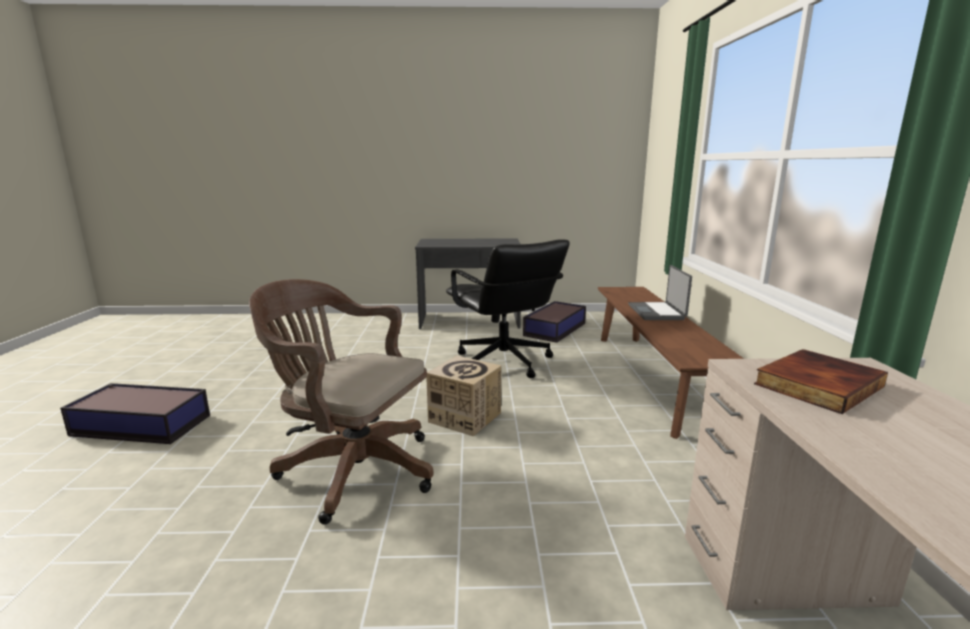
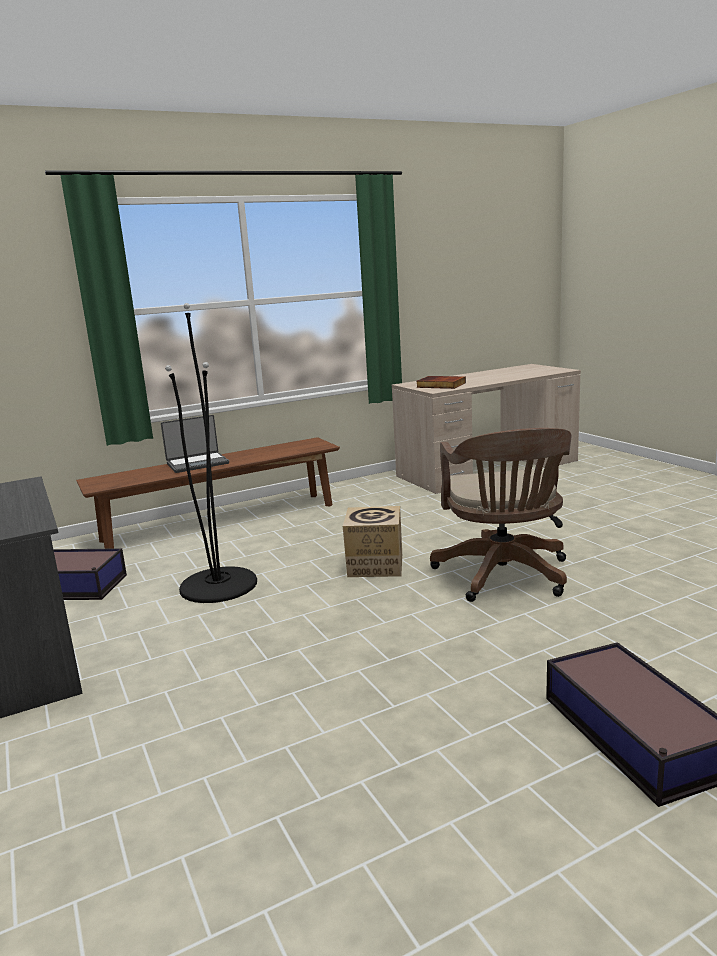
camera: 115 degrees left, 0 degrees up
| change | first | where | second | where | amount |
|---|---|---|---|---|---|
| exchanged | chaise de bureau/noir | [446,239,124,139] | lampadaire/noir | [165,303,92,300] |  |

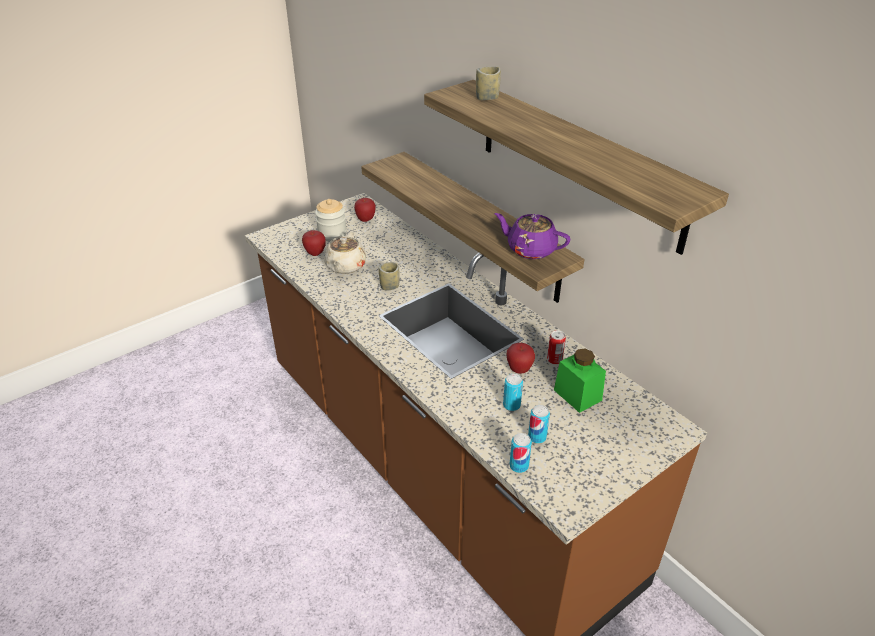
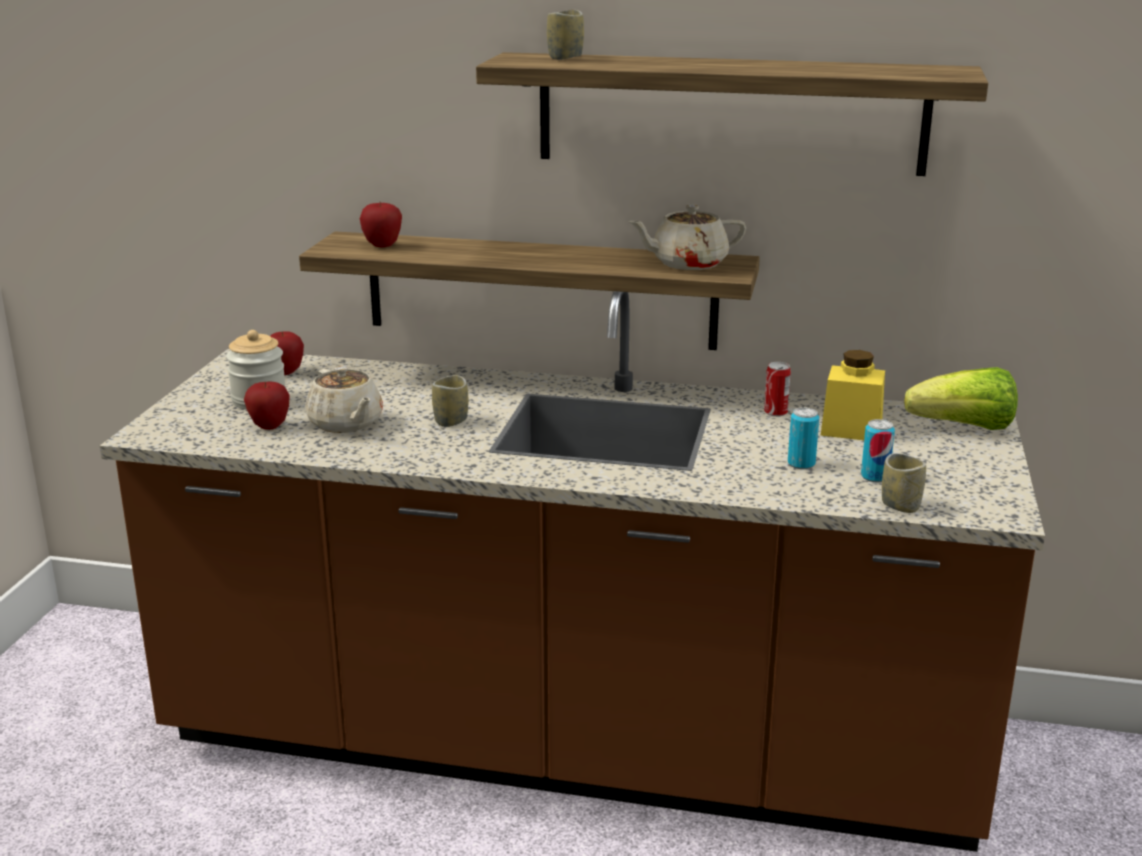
camera: 40 degrees left, 15 degrees down
| change | first | where | second | where | amount |
|---|---|---|---|---|---|
| colour | théière/violet | [494,213,76,46] | théière/beige | [628,204,118,66] |  |
| relocated | pomme | [507,343,28,31] |  | [360,203,42,44] |  |
| exchanged | boîte métallique | [510,433,22,40] | tasse | [882,453,44,60] |  |
| colour | bocal/vert | [554,349,52,64] | bocal/jaune | [821,350,64,90] |  |
| appeared |  |  | laitue | [904,367,114,63] |  |

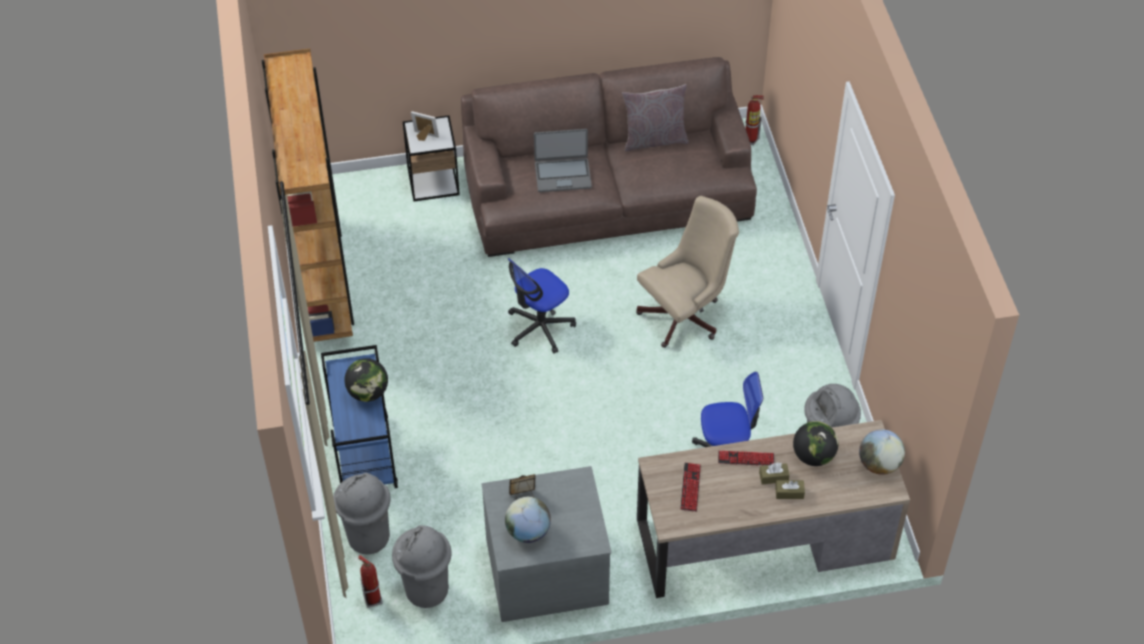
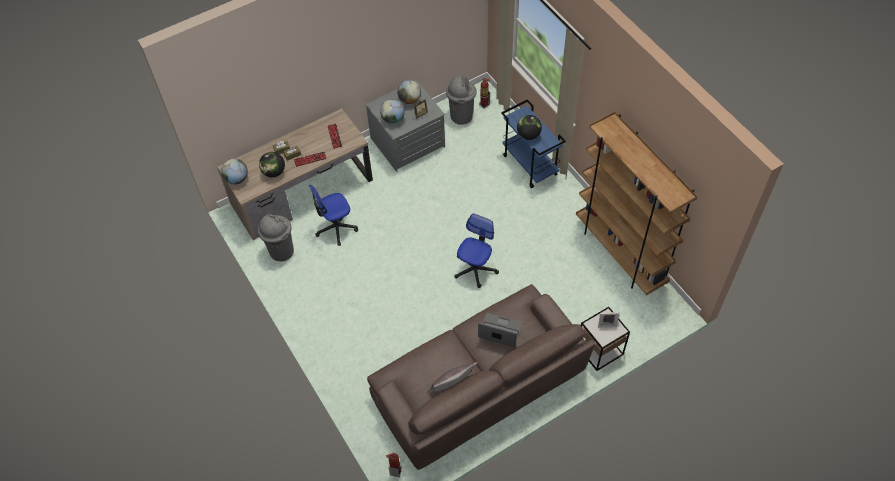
camera: 160 degrees right, 5 degrees up
| change | first | where | second | where | amount |
|---|---|---|---|---|---|
| missing | poubelle/gris | [333,473,57,81] |  |  |  |
| spun | ordinateur portable | [534,129,58,63] |  | [478,313,45,34] | 45 degrees clockwise |
| missing | chaise de bureau/beige | [636,196,103,152] |  |  |  |
| appeared |  |  | globe | [380,99,25,25] |  |

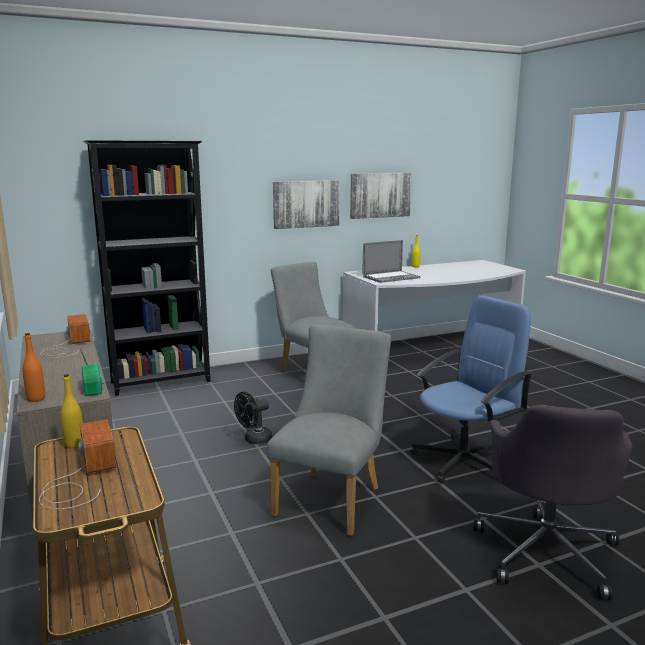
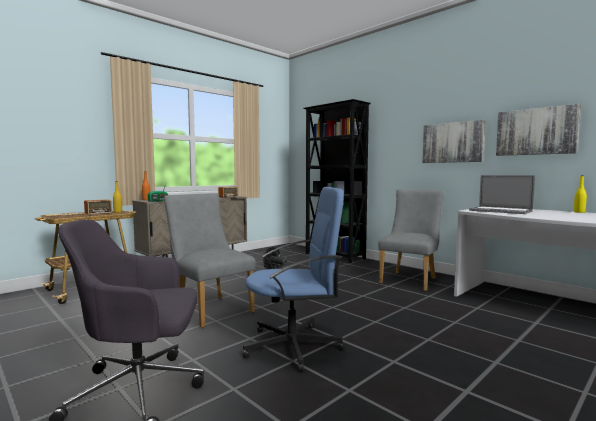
camera: 70 degrees right, 10 degrees down
| change | first | where | second | where | amount |
|---|---|---|---|---|---|
| spun | chaise/gris | [267,325,124,211] |  | [164,193,92,135] | 135 degrees counterclockwise |
| spun | chaise de bureau/bleu | [410,295,123,188] |  | [243,187,101,185] | 45 degrees counterclockwise |

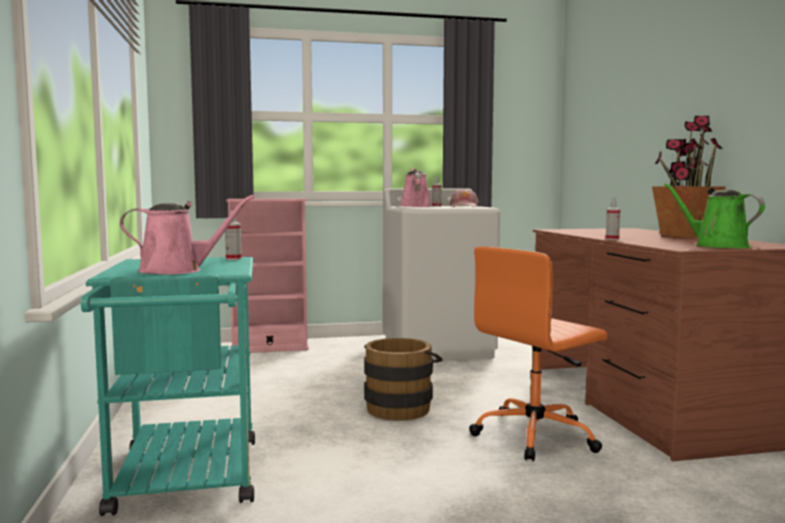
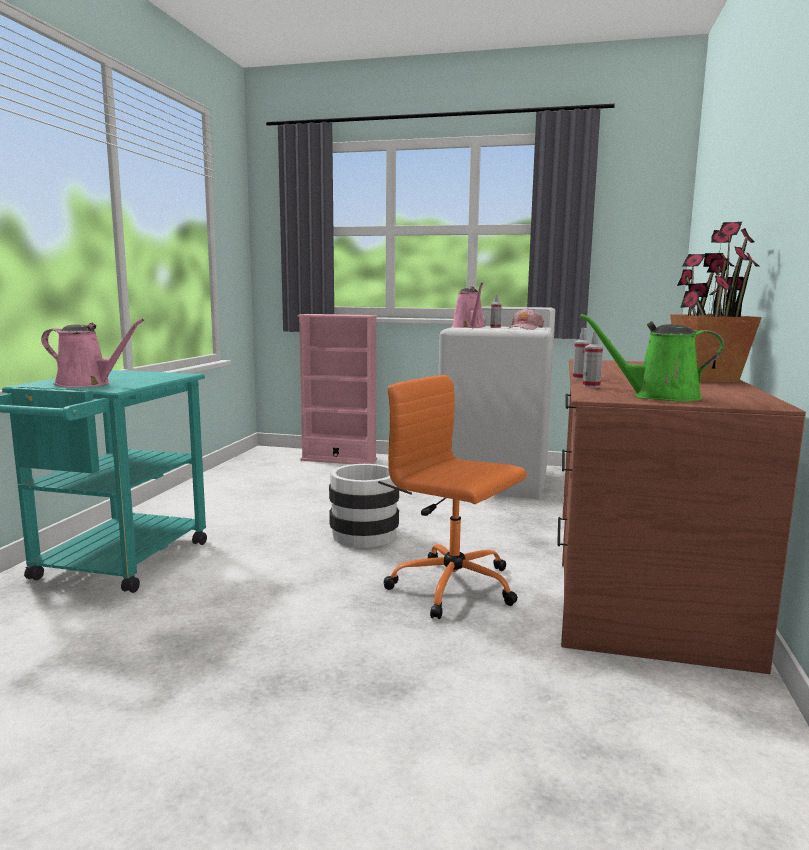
camera: 25 degrees right, 5 degrees up
| change | first | where | second | where | amount |
|---|---|---|---|---|---|
| relocated | vaporisateur | [225,210,17,50] |  | [583,331,20,57] |  |
| colour | seau/marron | [364,338,79,83] | seau/blanc | [329,464,83,84] |  |
| spun | arrosoir/rose | [400,167,31,40] |  | [452,283,33,45] | 150 degrees clockwise |
| spun | chaise de bureau/orange | [469,247,138,214] |  | [384,375,143,244] | 45 degrees clockwise |
| spun | arrosoir/vert | [664,183,101,65] |  | [580,314,144,87] | 75 degrees counterclockwise |

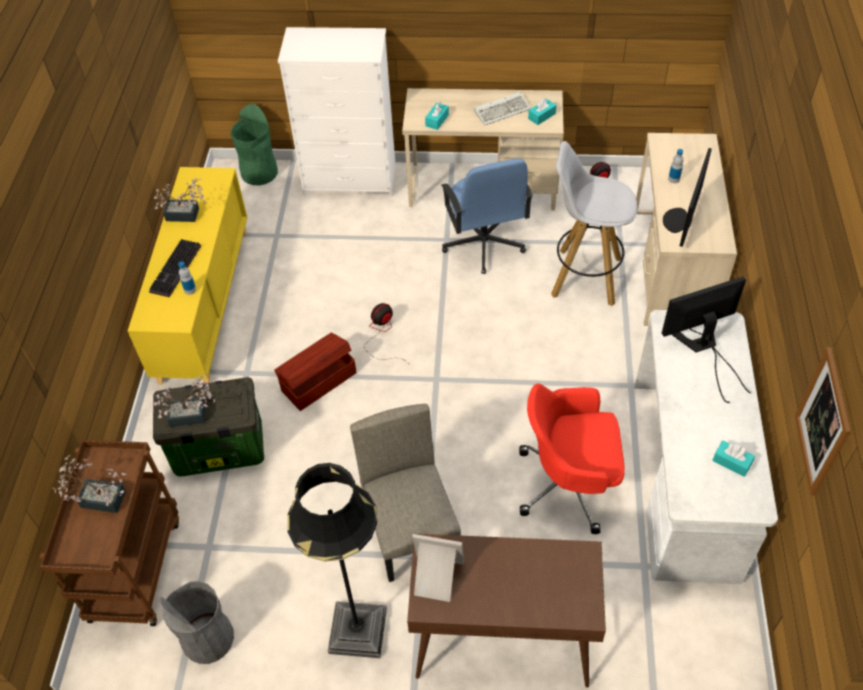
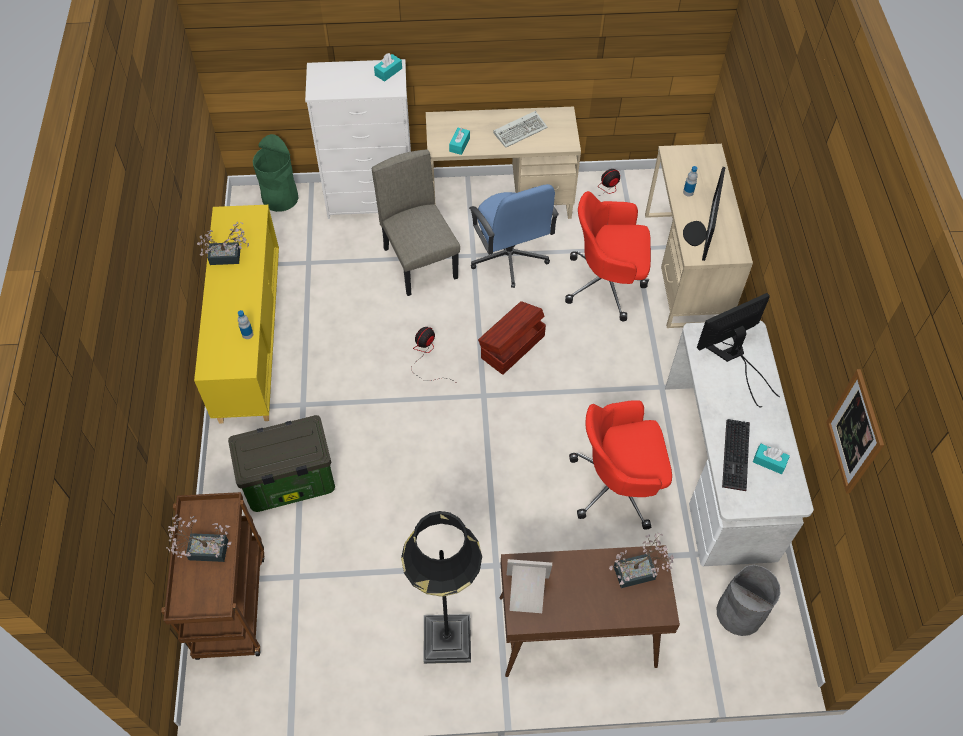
camera: 10 degrees left, 5 degrees up
| change | first | where | second | where | amount |
|---|---|---|---|---|---|
| relocated | clavier | [149,239,52,58] |  | [722,419,28,72] |  |
| relocated | plante en pot | [154,375,61,52] |  | [609,533,65,55] |  |
| relocated | poubelle/gris | [160,581,74,83] |  | [717,565,64,71] |  |
| relocated | boîte de rangement/marron | [274,333,82,78] |  | [478,301,68,74] |  |
| relocated | chaise/beige | [350,404,111,178] |  | [372,149,88,147] |  |
| relocated | boîte à mouchoirs/turquoise | [528,98,28,27] |  | [374,53,28,29] |  |
| exchanged | tabouret/blanc | [551,141,86,165] | chaise de bureau/rouge | [565,191,86,130] |  |

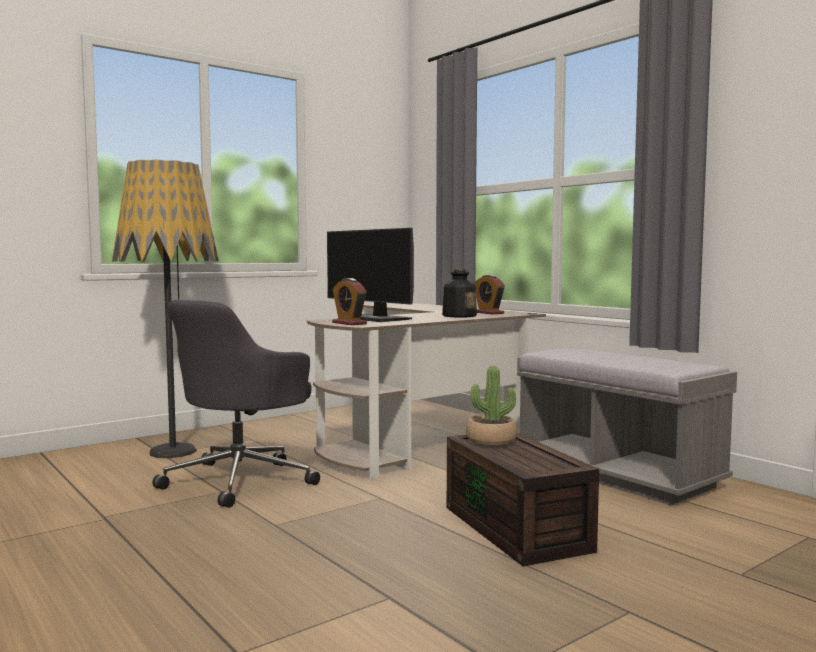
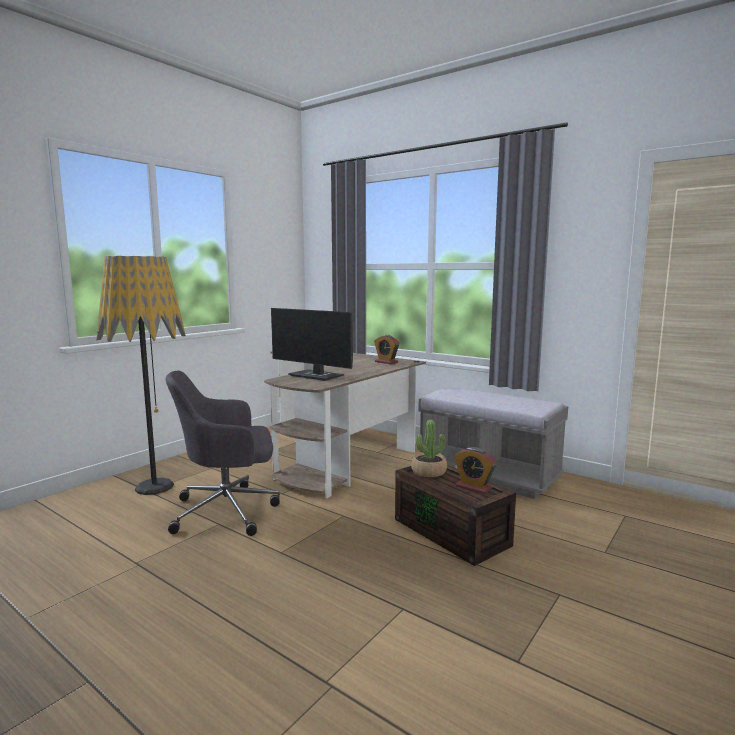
camera: 15 degrees left, 5 degrees up
| change | first | where | second | where | amount |
|---|---|---|---|---|---|
| spun | chaise de bureau/gris | [152,300,168,208] |  | [166,370,114,166] | 60 degrees clockwise |
| relocated | réveil | [332,278,35,47] |  | [454,447,43,47] |  |
| missing | bouteille | [442,269,35,48] |  |  |  |

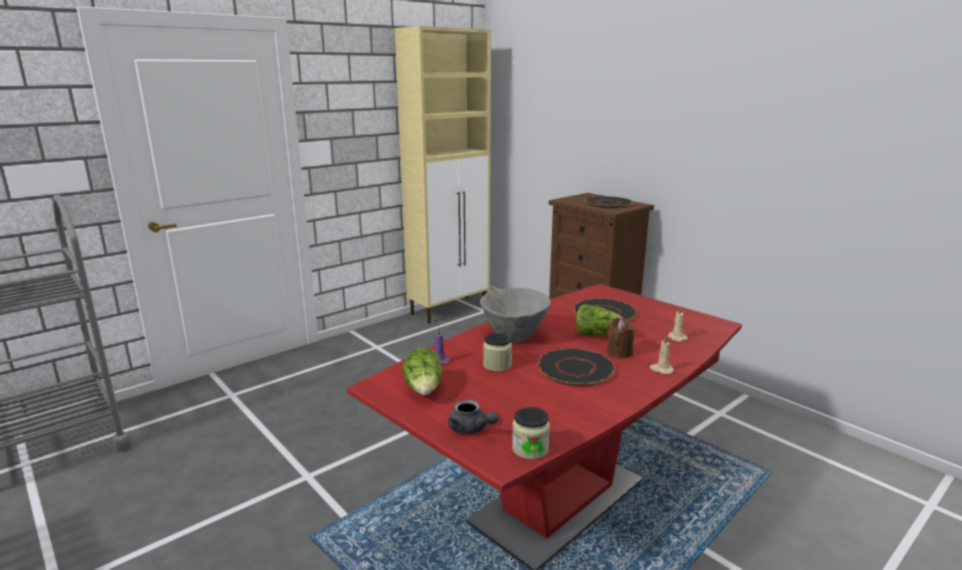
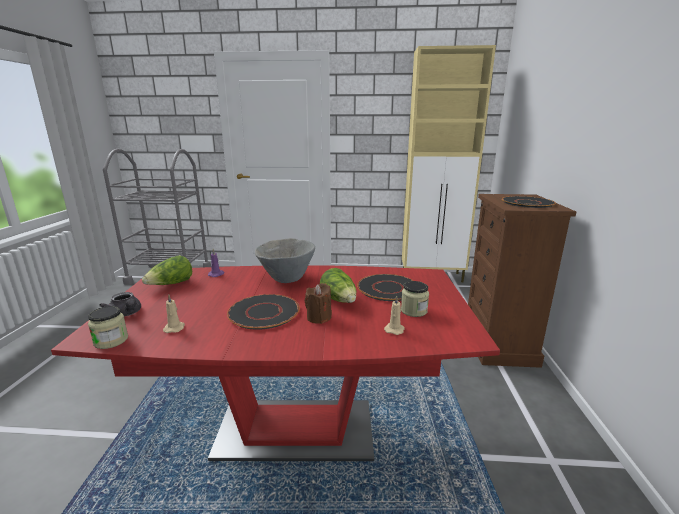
camera: 45 degrees right, 0 degrees up
| change | first | where | second | where | amount |
|---|---|---|---|---|---|
| spun | théière/gris | [448,400,50,34] |  | [99,292,42,24] | 45 degrees counterclockwise |
| relocated | bocal | [483,333,29,39] |  | [401,281,28,36] |  |
| relocated | bougie/beige | [650,335,24,39] |  | [163,295,22,38] |  |

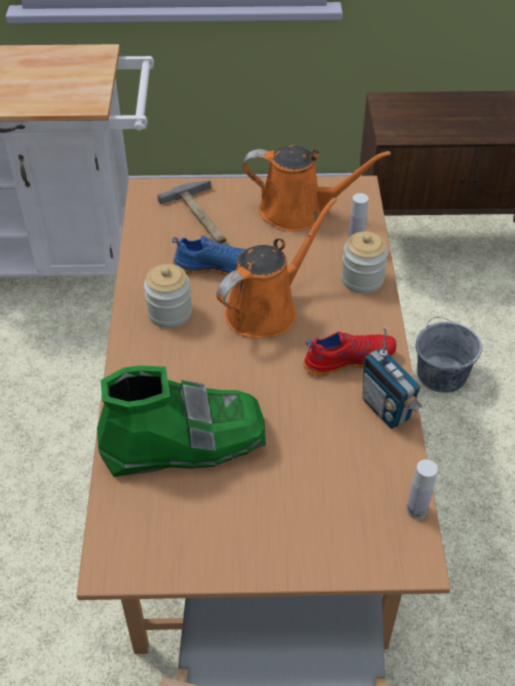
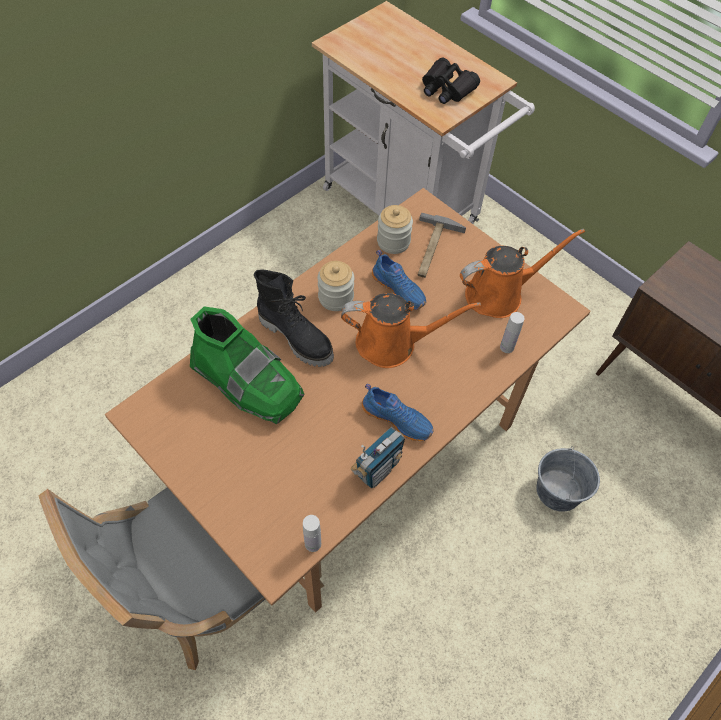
camera: 45 degrees right, 10 degrees up
| change | first | where | second | where | amount |
|---|---|---|---|---|---|
| spun | arrosoir/orange | [242,145,149,86] |  | [460,229,125,89] | 75 degrees counterclockwise |
| colour | chaussure/rouge | [303,332,94,45] | chaussure/bleu | [362,384,71,57] |  |
| relocated | bocal | [341,231,47,63] |  | [377,205,36,49] |  |
| spun | radio | [362,327,60,102] |  | [350,427,55,61] | 150 degrees counterclockwise |
| appeared |  |  | botte/noir | [254,270,80,97] |  |
| appeared |  |  | jumelles/noir | [422,58,58,46] |  |

